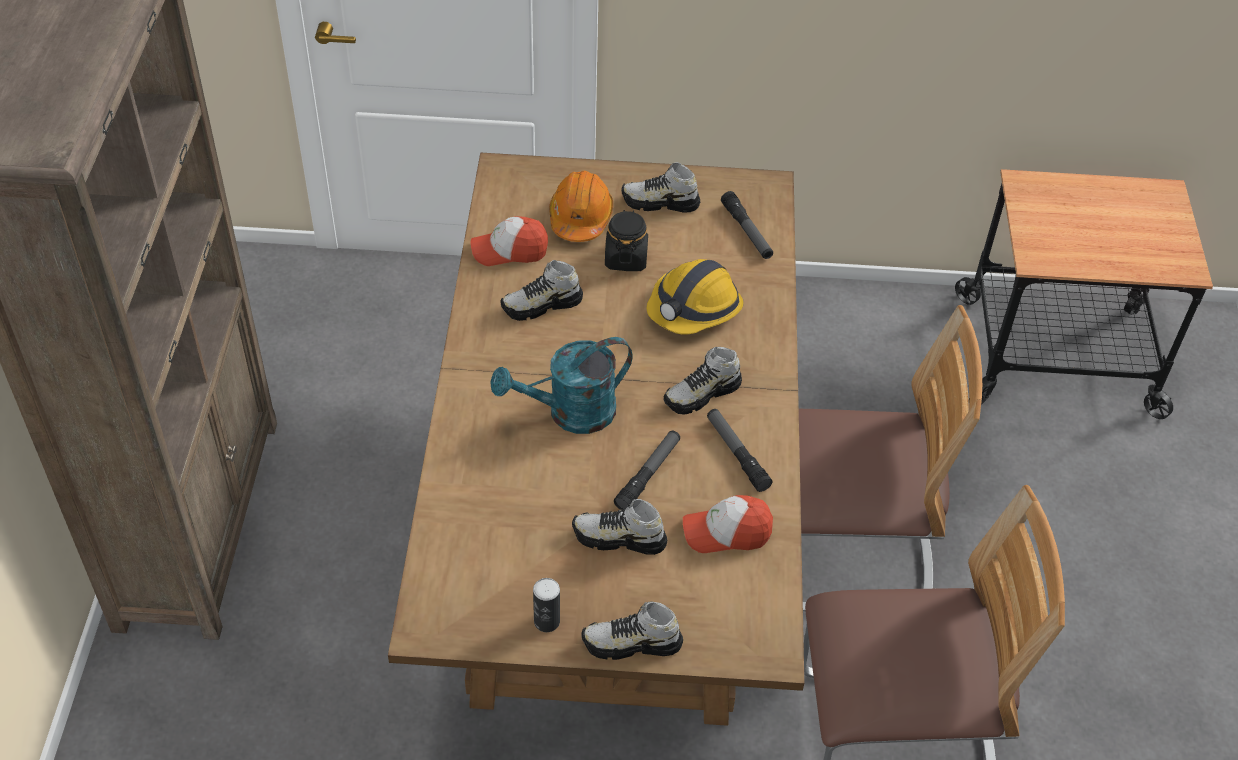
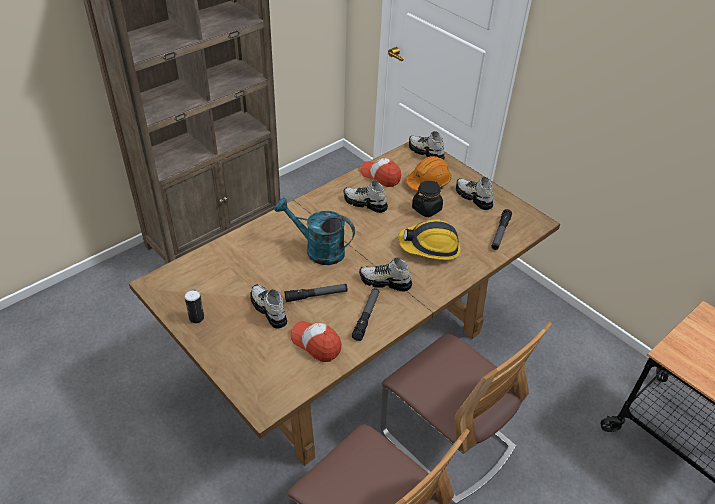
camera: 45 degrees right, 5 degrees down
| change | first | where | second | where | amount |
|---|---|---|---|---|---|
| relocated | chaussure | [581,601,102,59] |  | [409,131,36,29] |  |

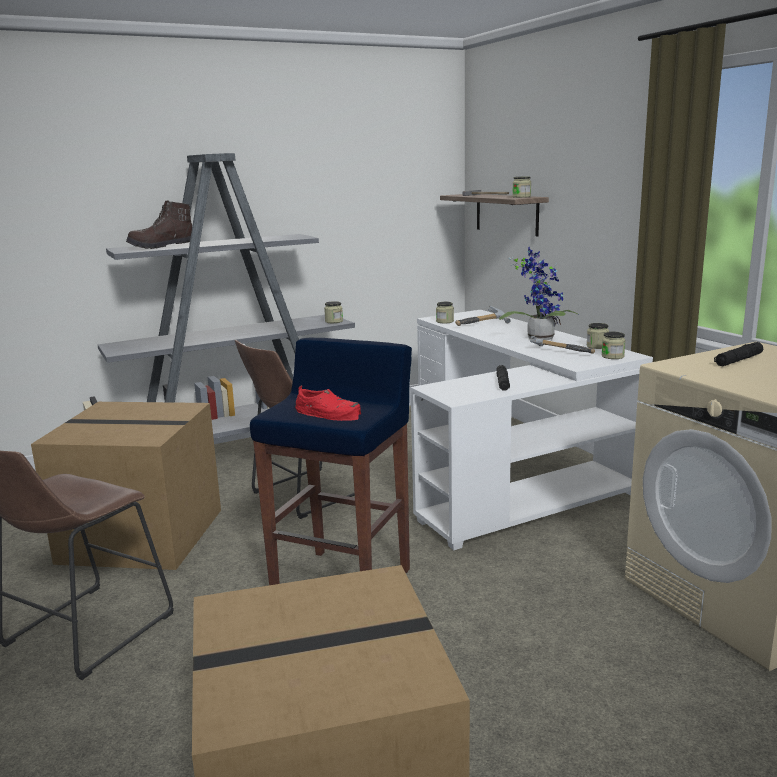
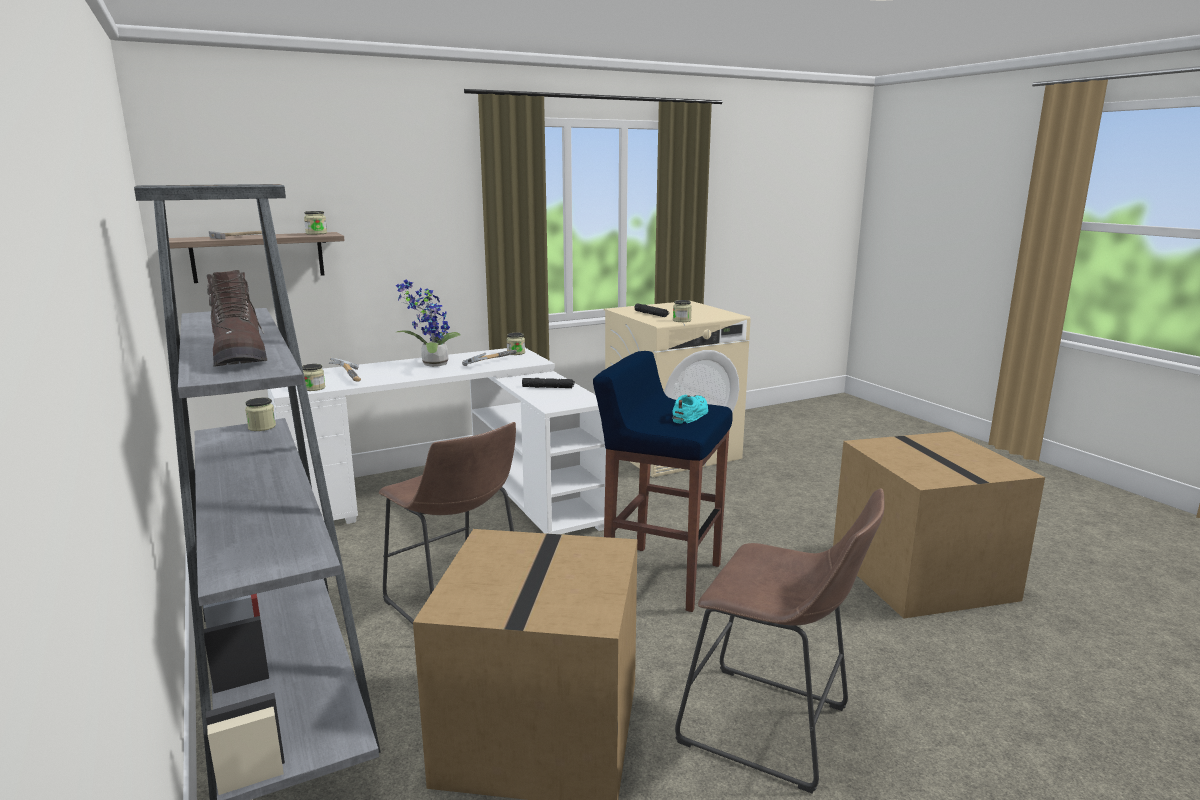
camera: 90 degrees left, 0 degrees up
| change | first | where | second | where | amount |
|---|---|---|---|---|---|
| colour | chaussure/rouge | [295,385,66,36] | chaussure/turquoise | [672,395,36,29] |  |
| relocated | bocal | [586,323,23,26] |  | [673,300,19,22] |  |

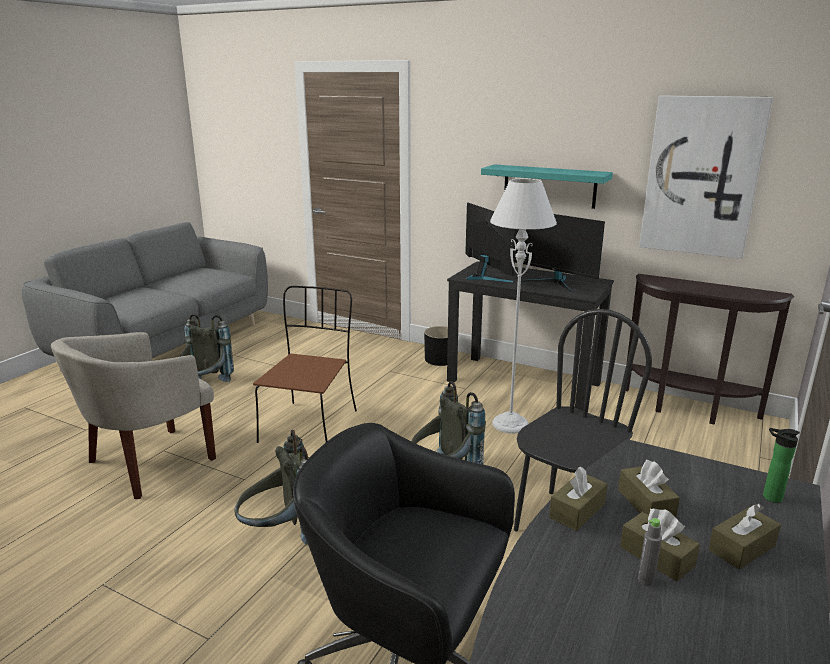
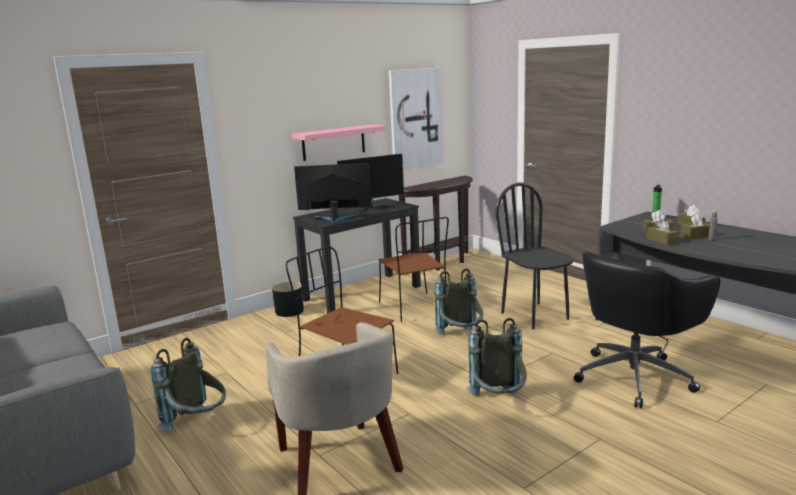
camera: 65 degrees left, 5 degrees down
| change | first | where | second | where | amount |
|---|---|---|---|---|---|
| colour | étagère/turquoise | [481,164,132,45] | étagère/rose | [292,125,94,36] |  |
| exchanged | lampadaire/gris | [490,179,67,255] | chaise/marron | [378,217,71,105] |  |

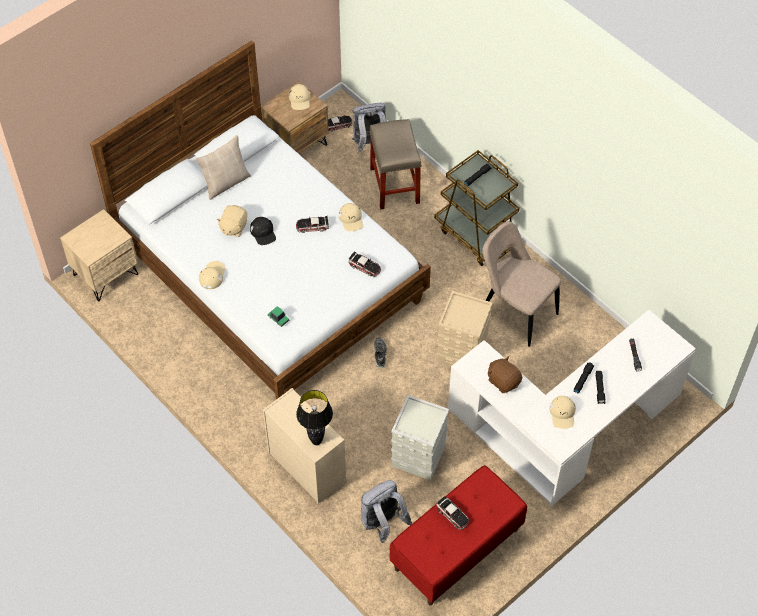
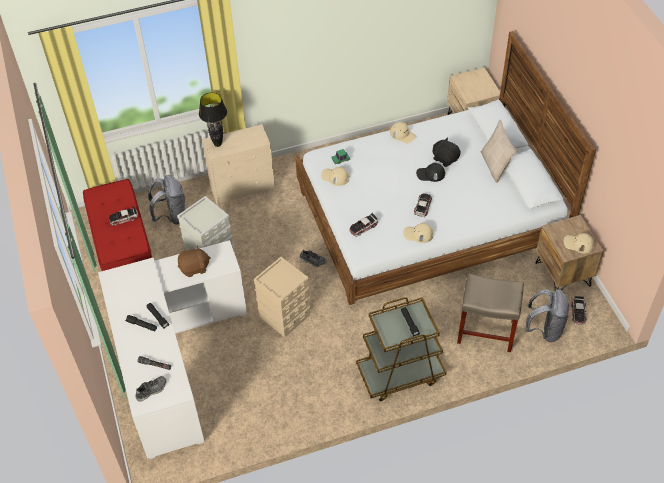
camera: 115 degrees right, 5 degrees down
| change | first | where | second | where | amount |
|---|---|---|---|---|---|
| colour | peluche/beige | [217,205,31,32] | peluche/noir | [433,137,28,30] |  |
| missing | chaise/beige | [483,221,78,126] |  |  |  |
| relocated | casquette/beige | [550,396,26,33] |  | [321,167,28,19] |  |
| appeared |  |  | chaussure | [135,376,31,26] |  |

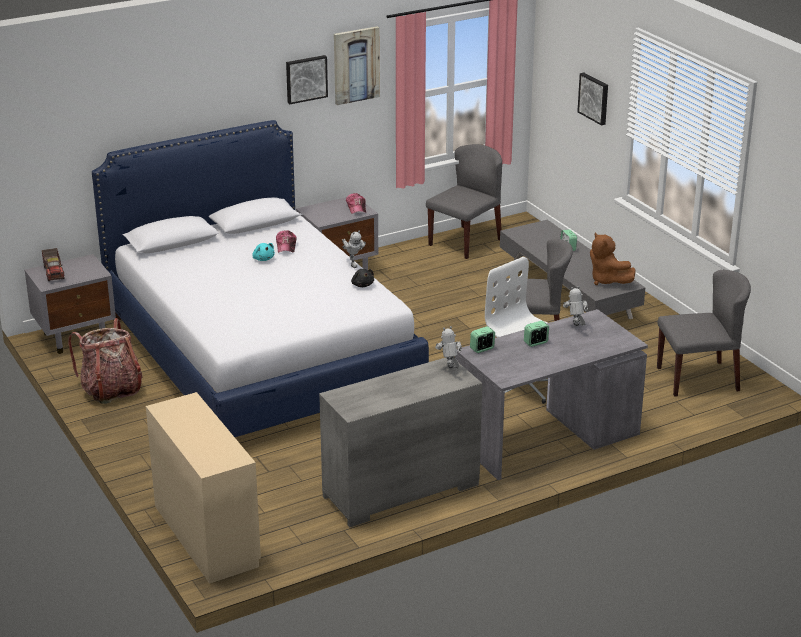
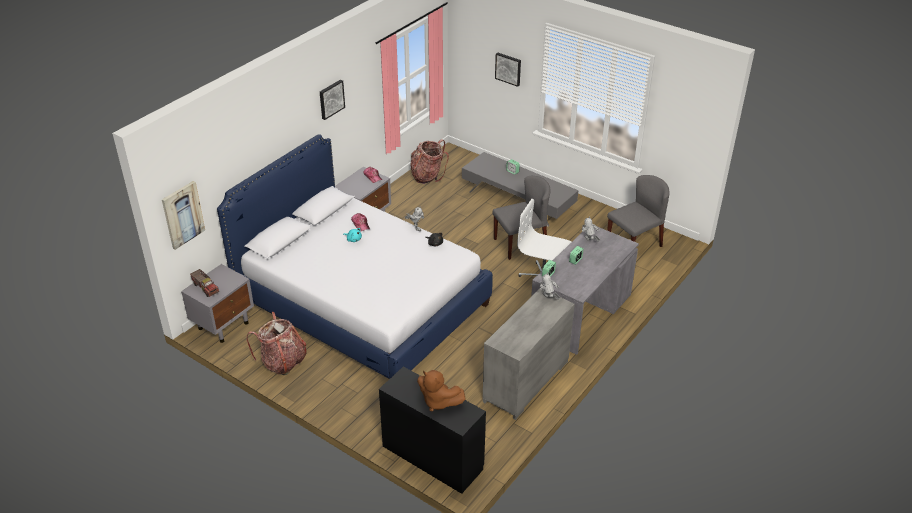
camera: 25 degrees left, 10 degrees up
| change | first | where | second | where | amount |
|---|---|---|---|---|---|
| colour | bureau/beige | [146,392,115,192] | bureau/noir | [379,367,107,127] |  |
| relocated | tableau | [334,26,46,79] |  | [162,181,43,69] |  |
| exchanged | chaise/gris | [426,144,76,115] | sac à dos | [410,139,39,45] |  |
| relocated | peluche/marron | [590,233,46,52] |  | [417,370,49,41] |  |

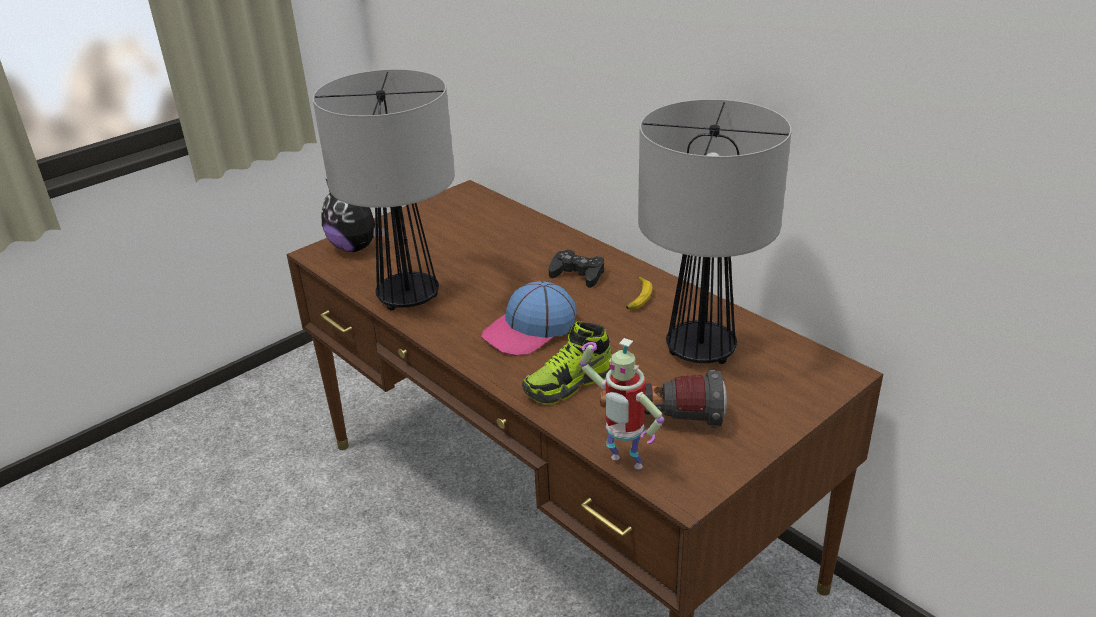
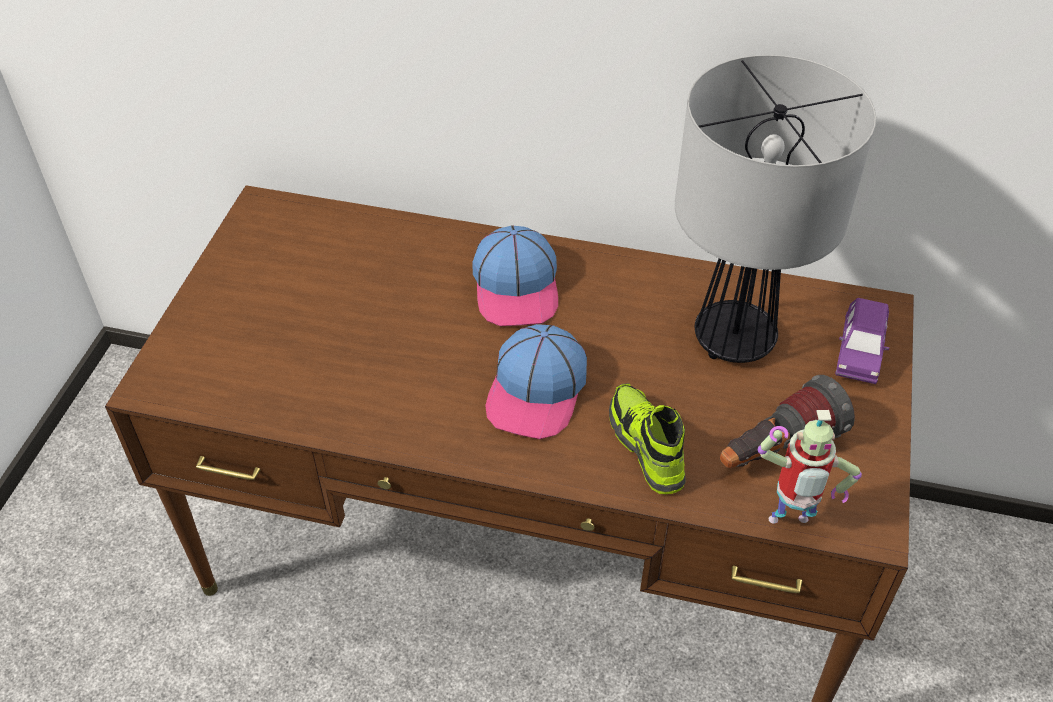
camera: 35 degrees left, 15 degrees up
| change | first | where | second | where | amount |
|---|---|---|---|---|---|
| missing | lampe de table | [312,69,143,242] |  |  |  |
| missing | peluche | [321,178,64,74] |  |  |  |
| spun | chaussure | [522,321,90,84] |  | [609,383,77,111] | 135 degrees clockwise |
| exchanged | manette/noir | [549,249,55,39] | casquette | [473,225,85,101] |  |
| missing | banane | [626,276,26,34] |  |  |  |
| appeared |  |  | petite voiture/violet | [835,298,54,86] |  |

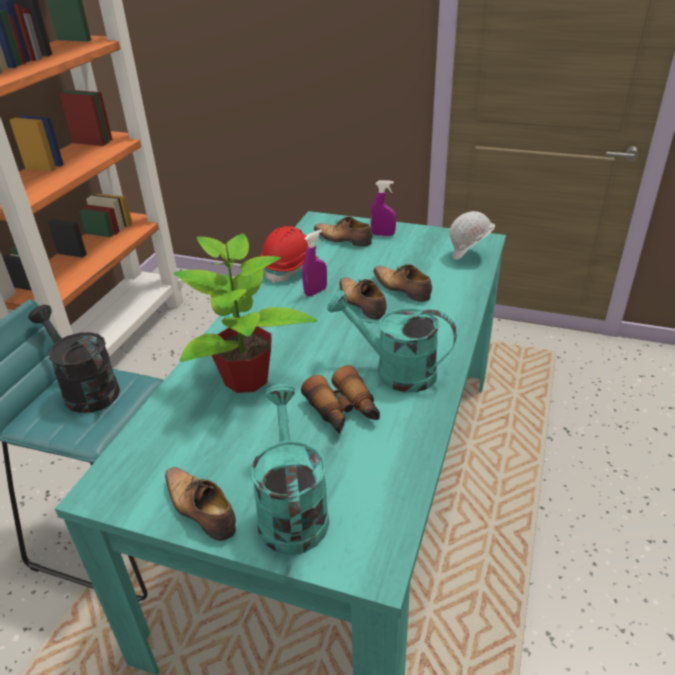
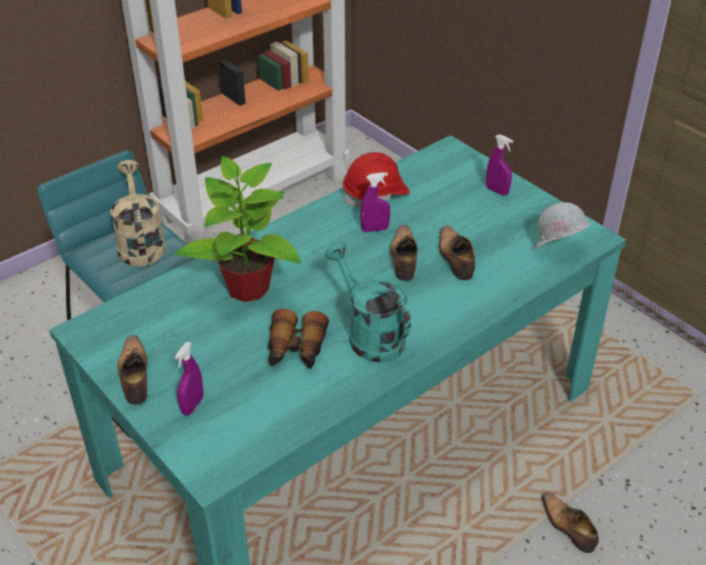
camera: 30 degrees right, 5 degrees up
| change | first | where | second | where | amount |
|---|---|---|---|---|---|
| colour | arrosoir/noir | [28,305,92,108] | arrosoir/beige | [110,160,56,106] |  |
| exchanged | arrosoir/turquoise | [251,384,78,171] | vaporisateur/violet | [175,342,28,73] |  |
| relocated | chaussure | [314,216,58,31] |  | [542,492,57,61] |  |

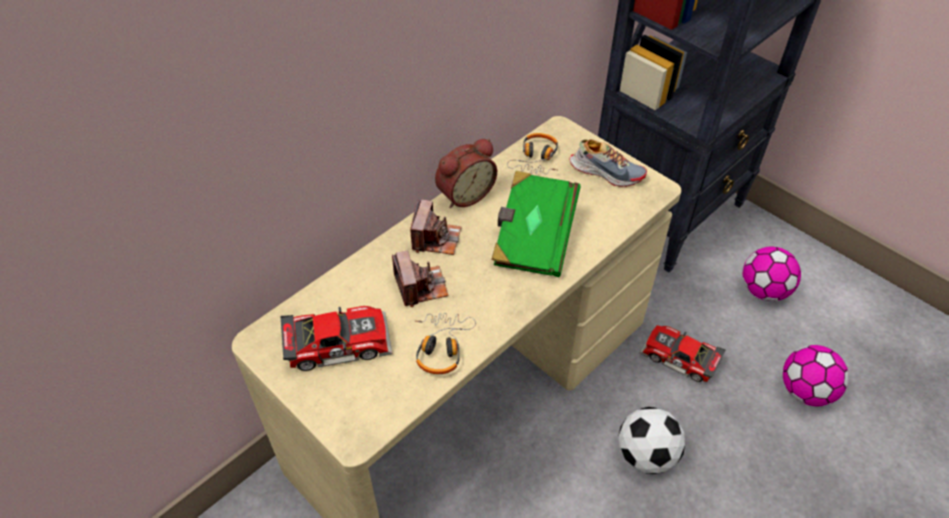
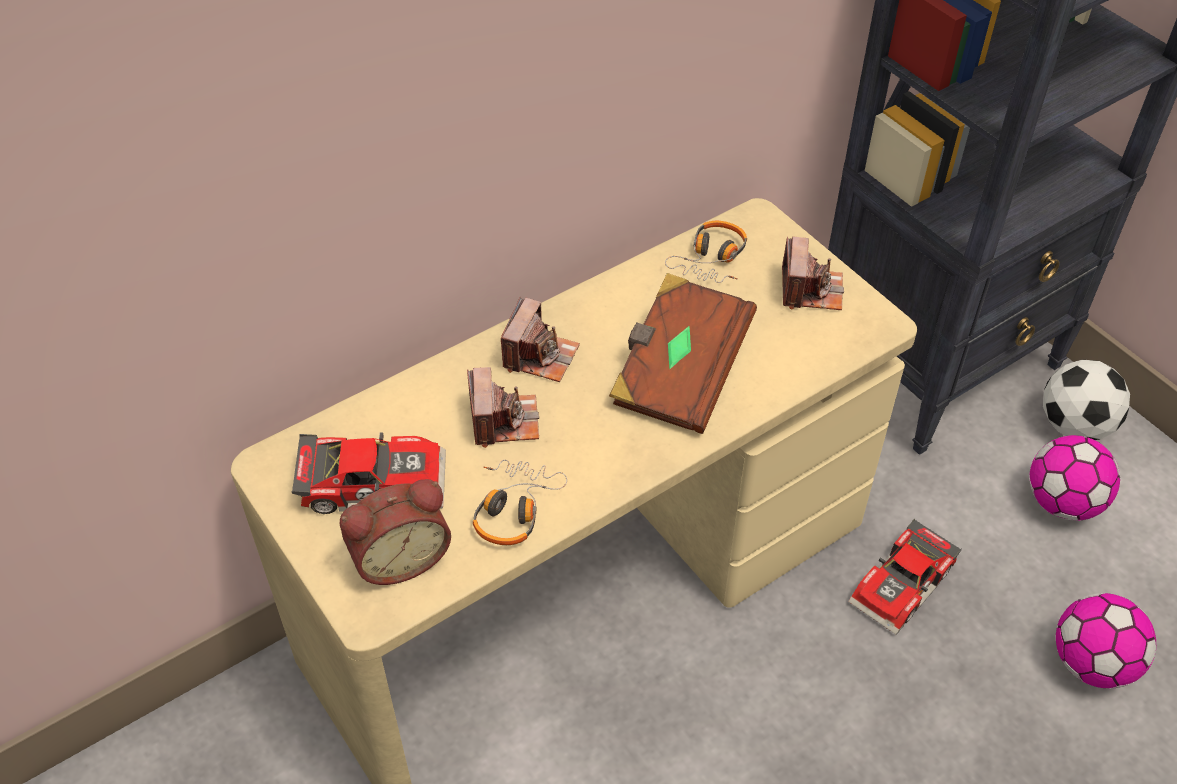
camera: 10 degrees right, 0 degrees up
| change | first | where | second | where | amount |
|---|---|---|---|---|---|
| relocated | réveil | [435,139,62,69] |  | [340,479,111,106] |  |
| colour | livre/vert | [491,171,90,106] | livre/marron | [609,273,148,161] |  |
| exchanged | chaussure | [570,139,77,48] | appareil photo | [782,236,62,74] |  |
| relocated | ballon de foot | [618,407,67,67] |  | [1043,360,87,80] |  |
| spun | petite voiture | [640,325,86,57] |  | [848,519,114,116] | 90 degrees counterclockwise |

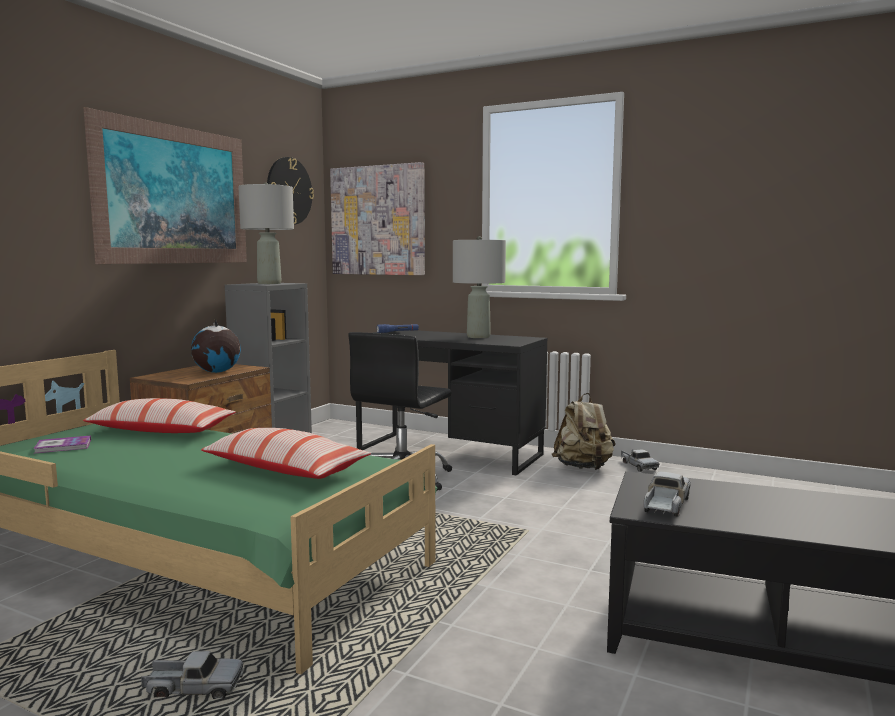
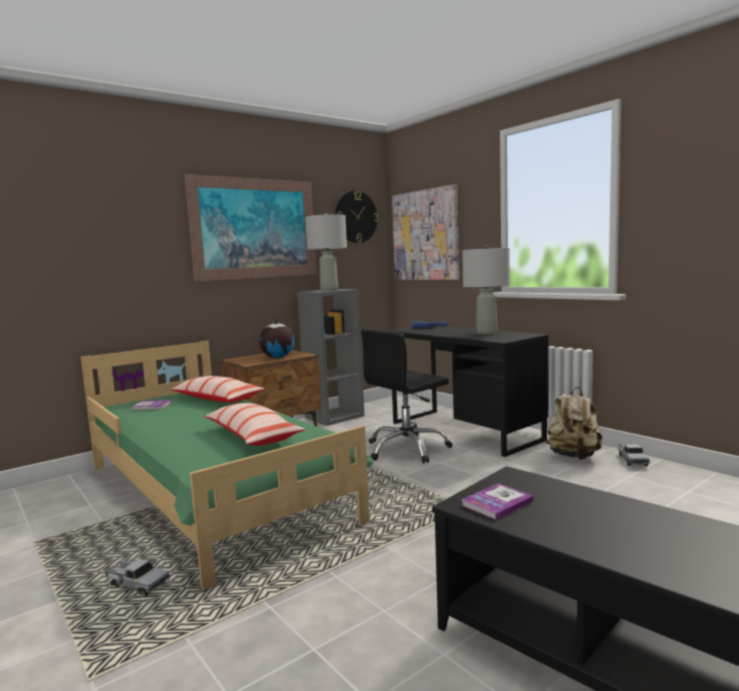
camera: 25 degrees right, 0 degrees up
| change | first | where | second | where | amount |
|---|---|---|---|---|---|
| exchanged | camion jouet | [644,472,47,45] | livre | [461,483,72,37] |  |

